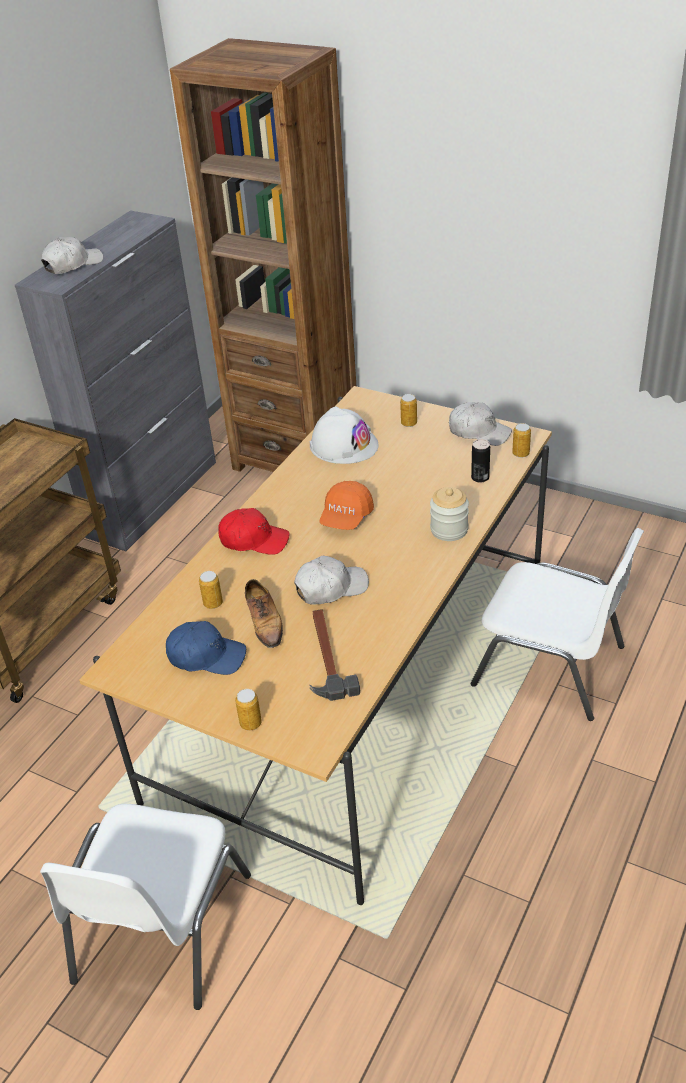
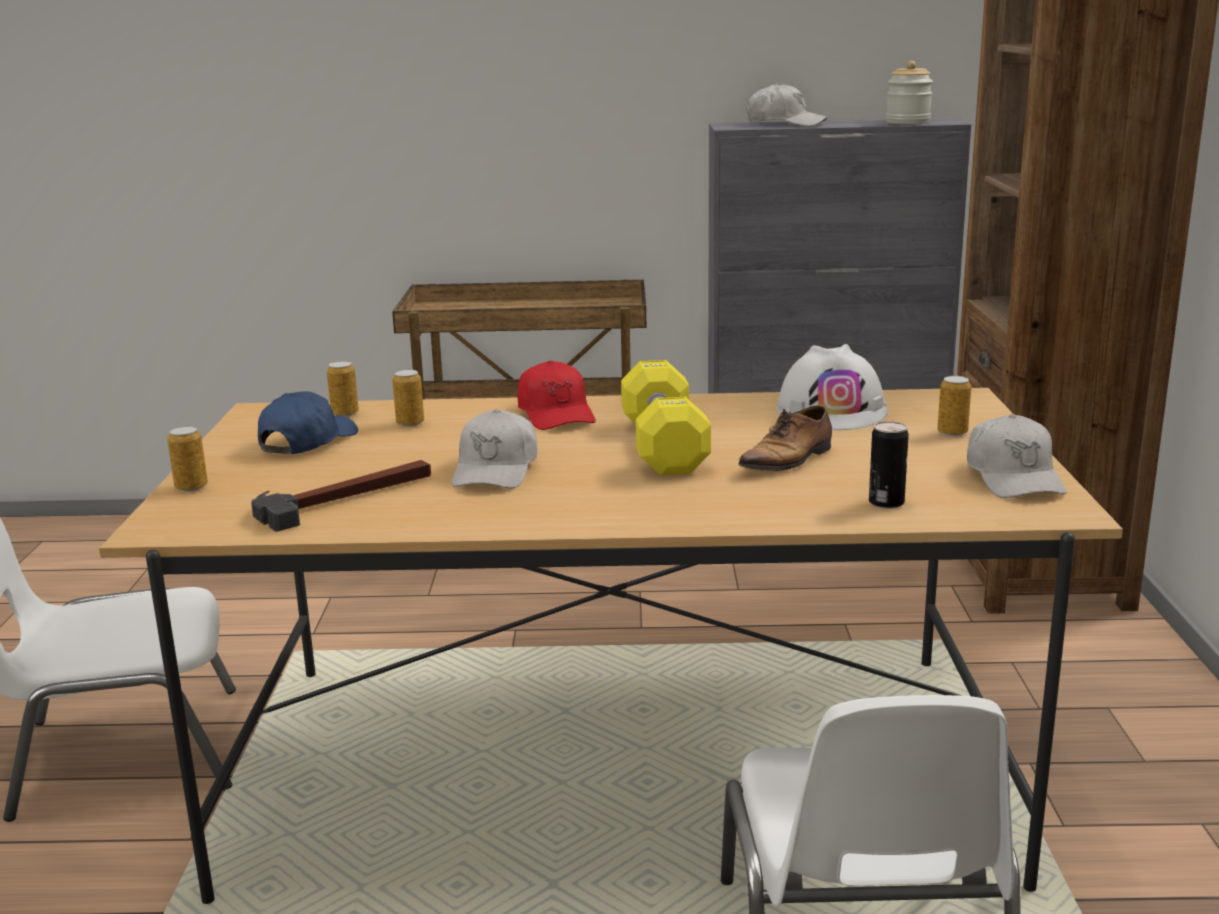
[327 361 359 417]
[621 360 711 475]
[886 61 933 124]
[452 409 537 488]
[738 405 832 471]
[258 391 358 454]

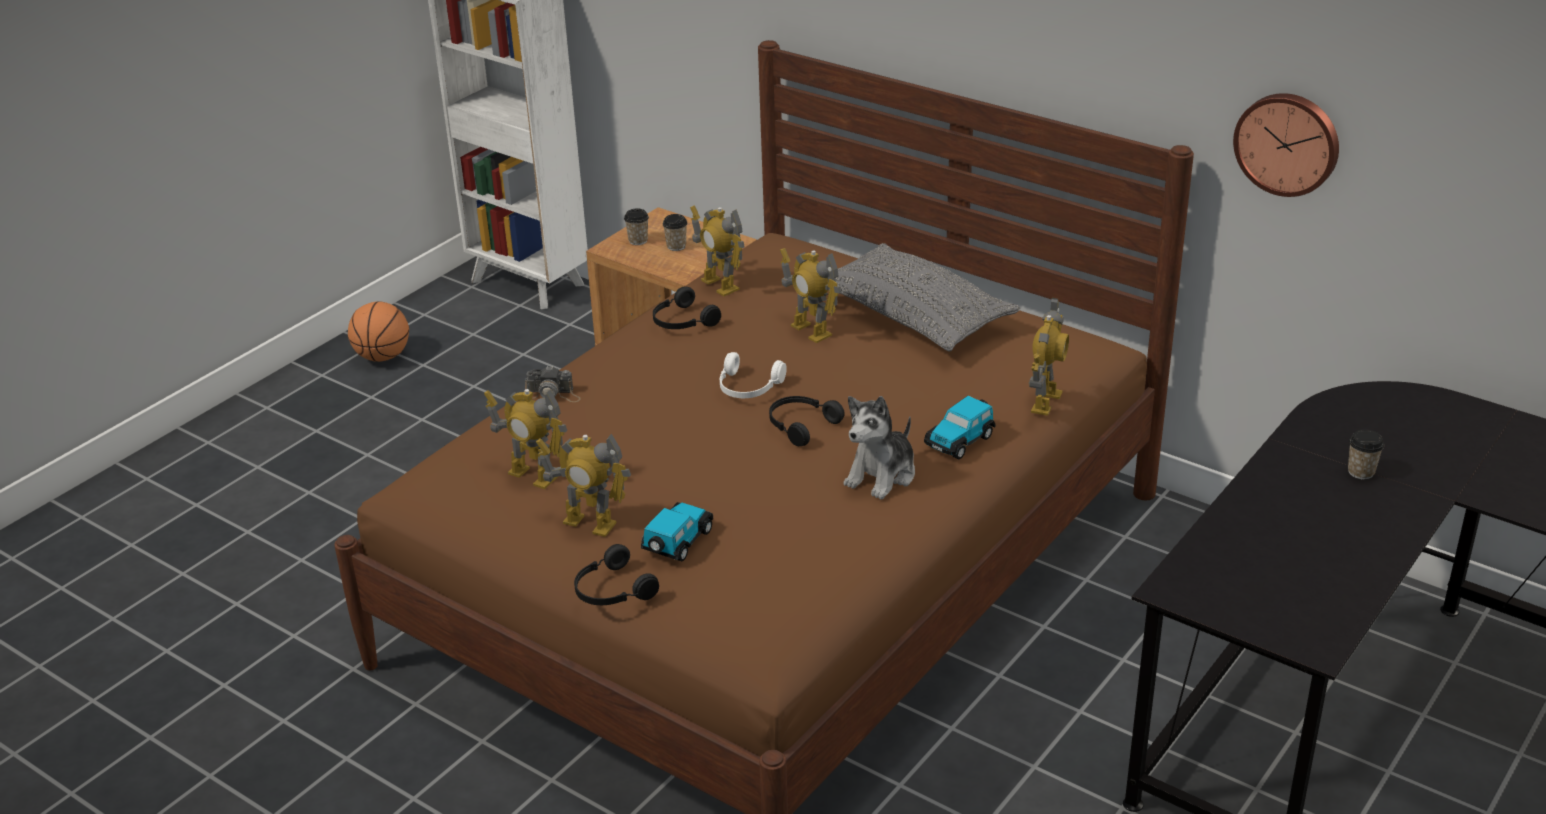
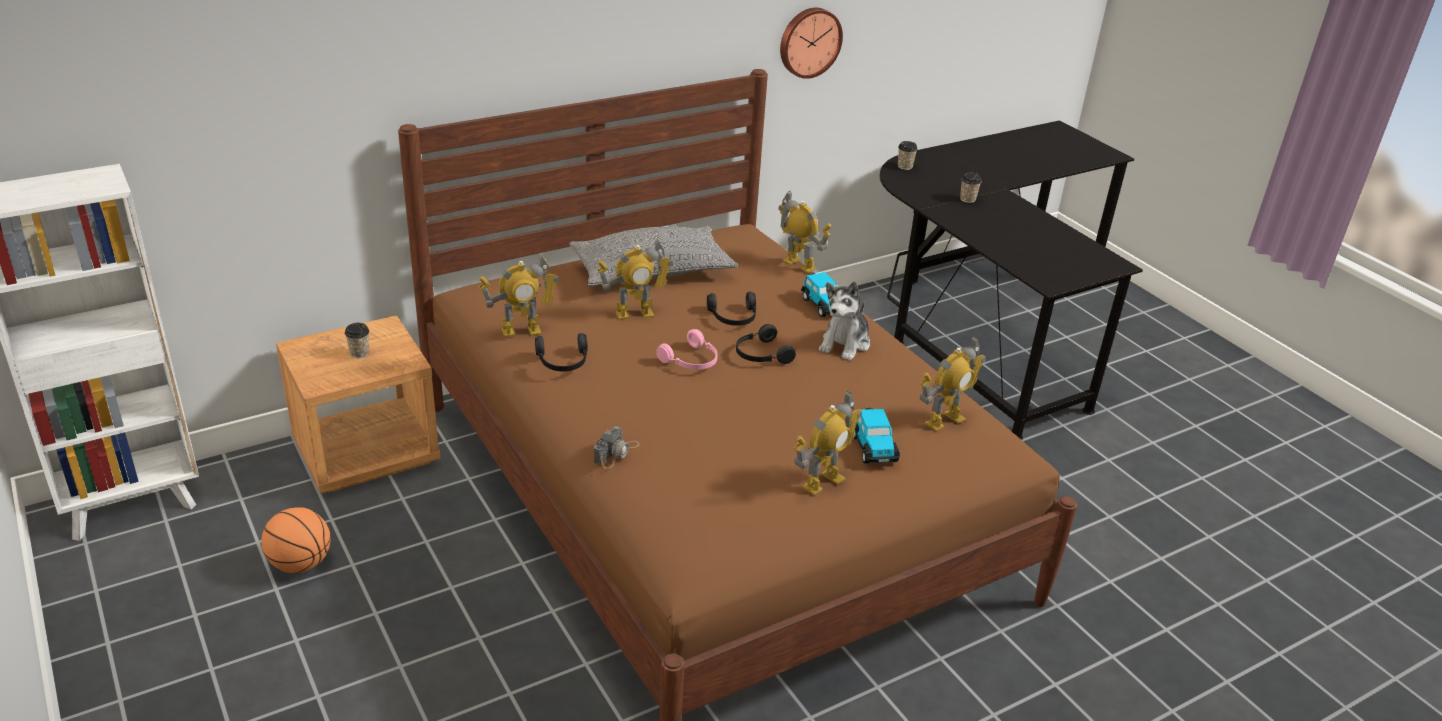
[898 141 918 170]
[261 507 331 573]
[656 329 718 370]
[920 336 986 431]
[819 281 870 361]
[854 408 900 463]
[707 291 756 326]

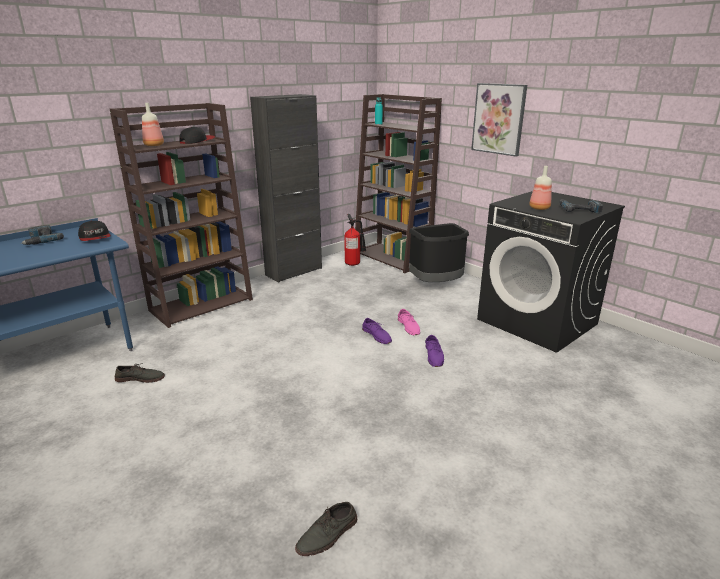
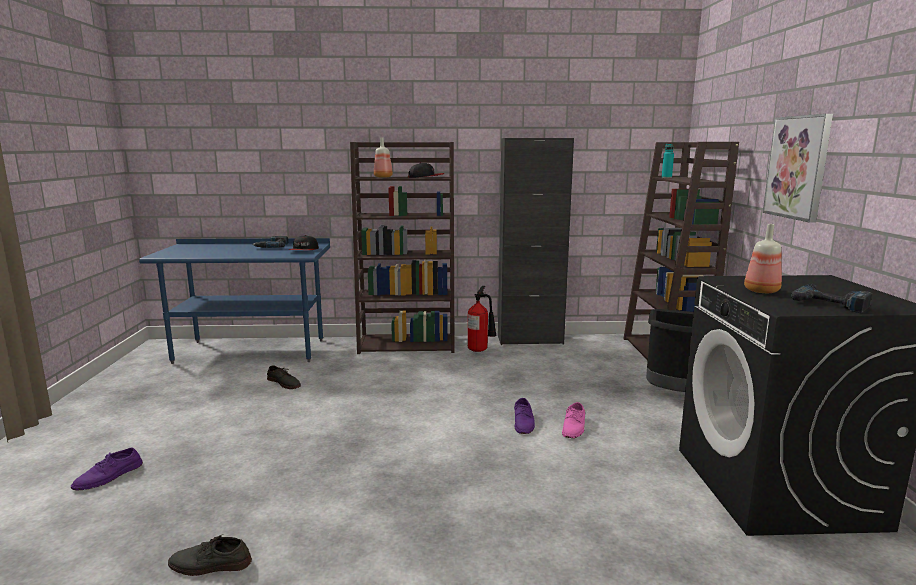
[468 286 497 352]
[71 447 143 490]

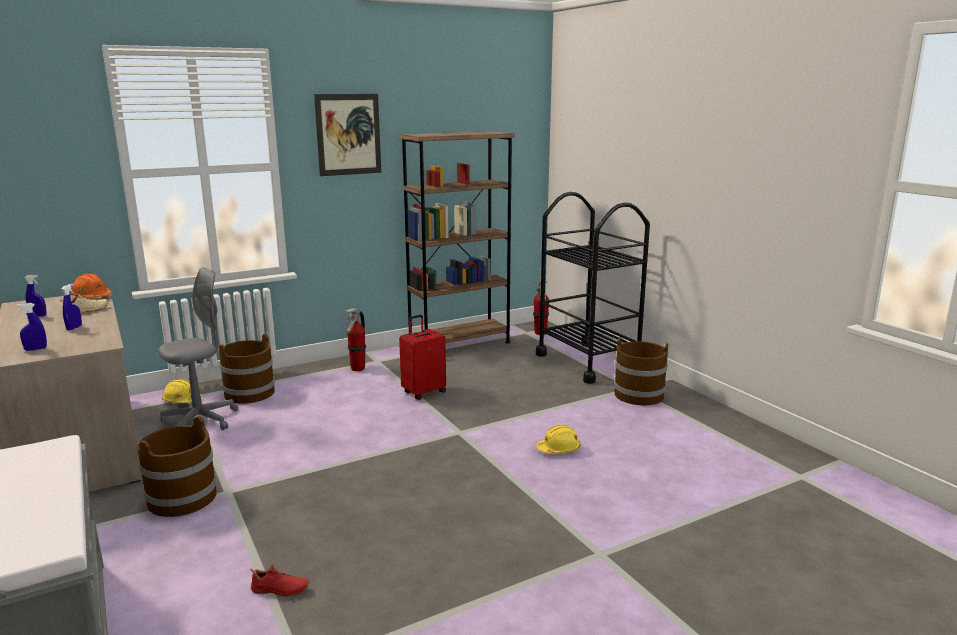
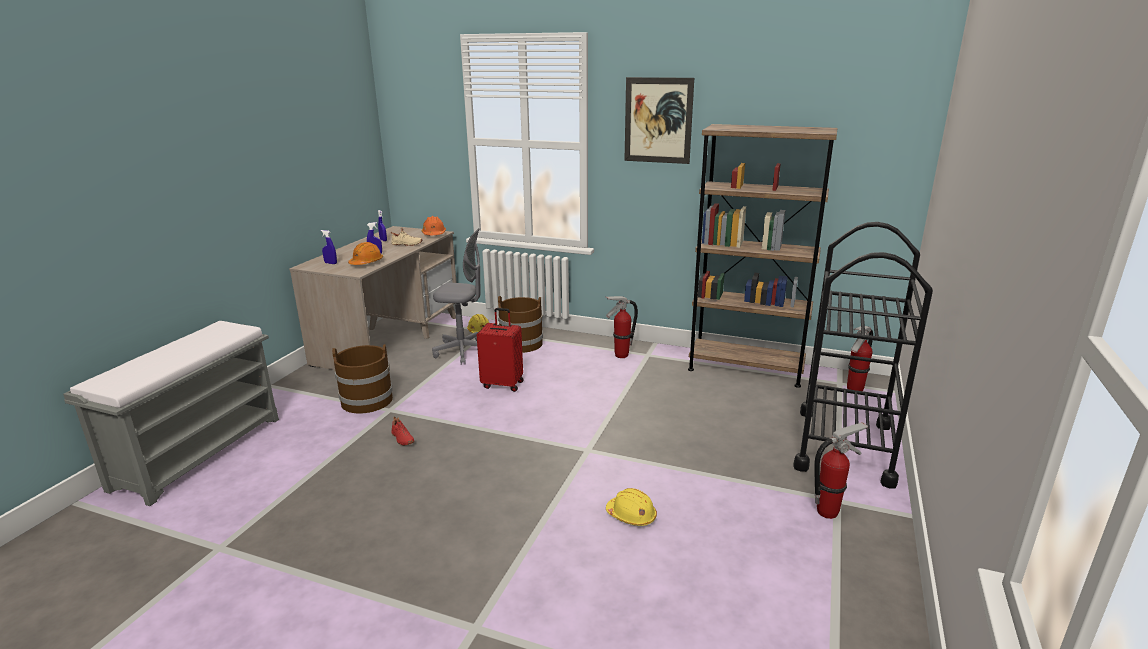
[477 308 524 392]
[814 422 868 519]
[391 416 414 446]
[348 242 383 265]

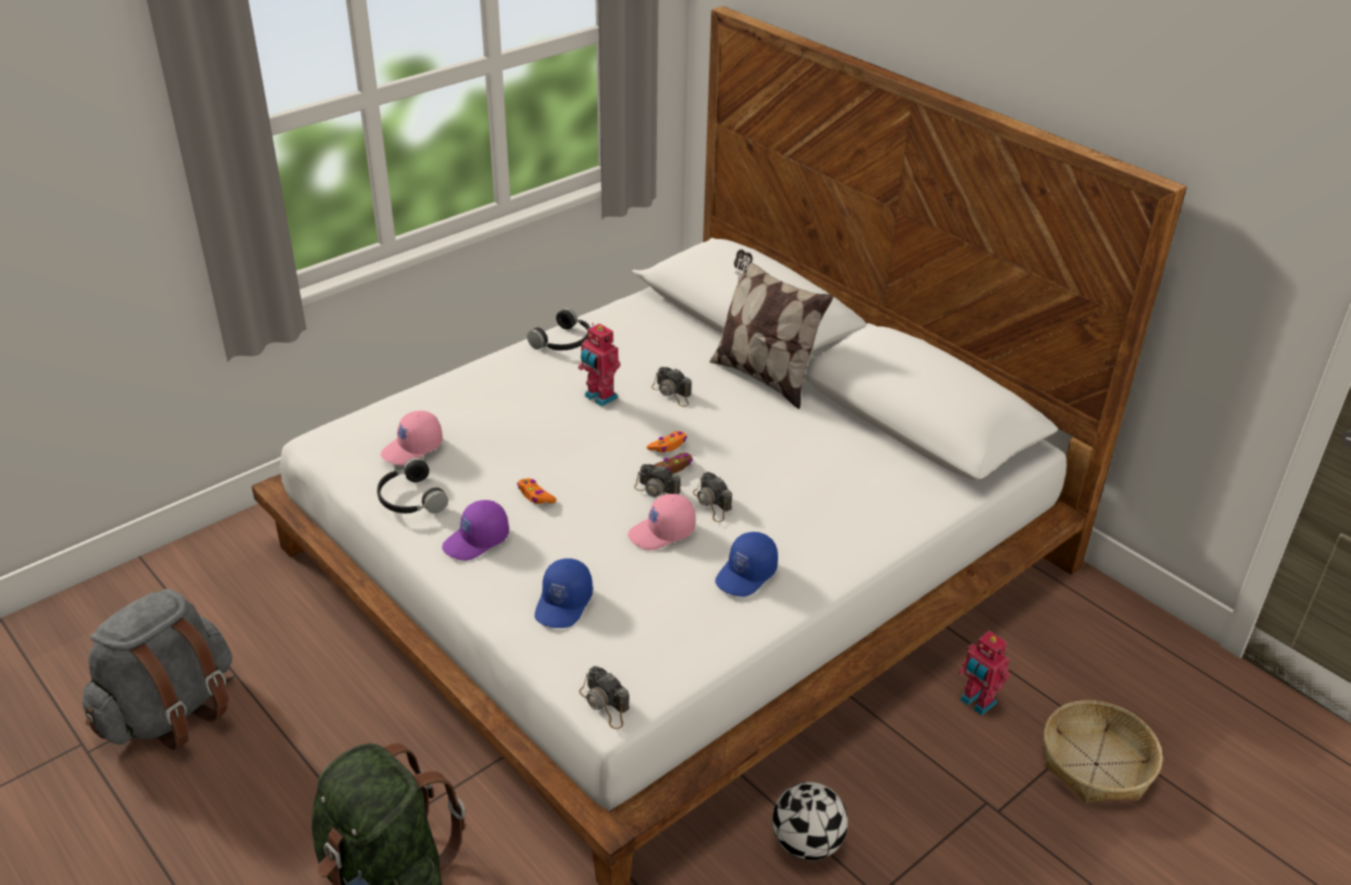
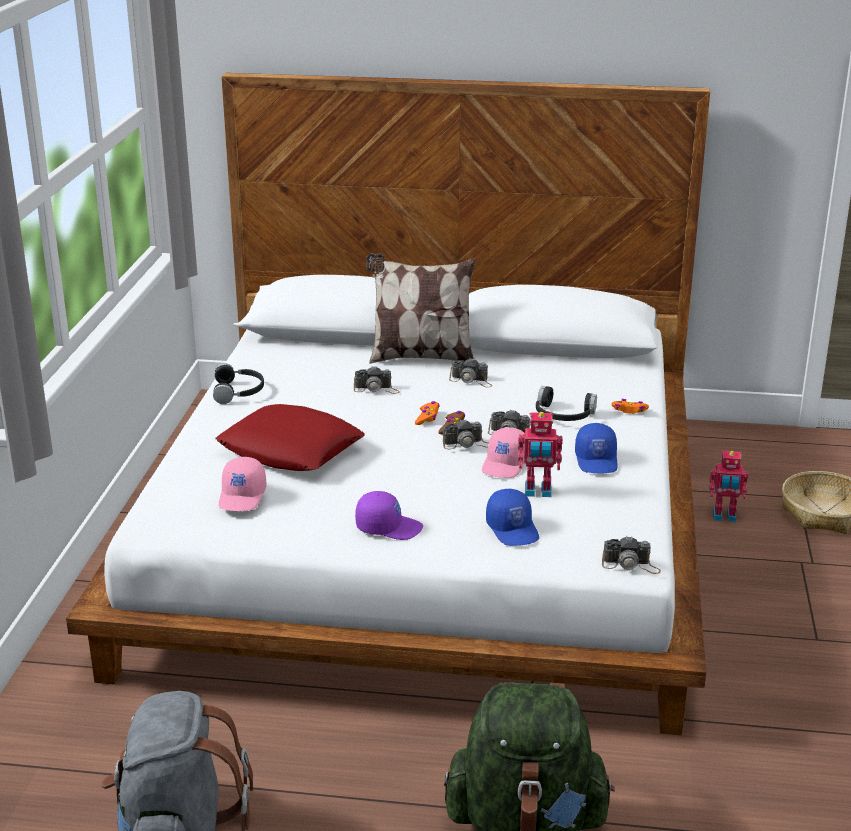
[518 412 563 497]
[536 386 597 421]
[612 399 649 414]
[355 491 423 540]
[772 782 848 861] (first image)
[449 358 492 387]
[216 404 365 471]

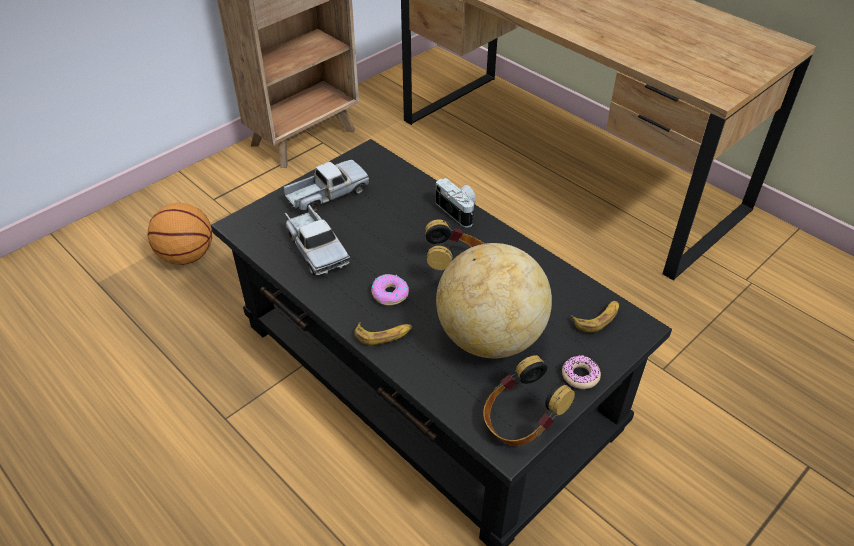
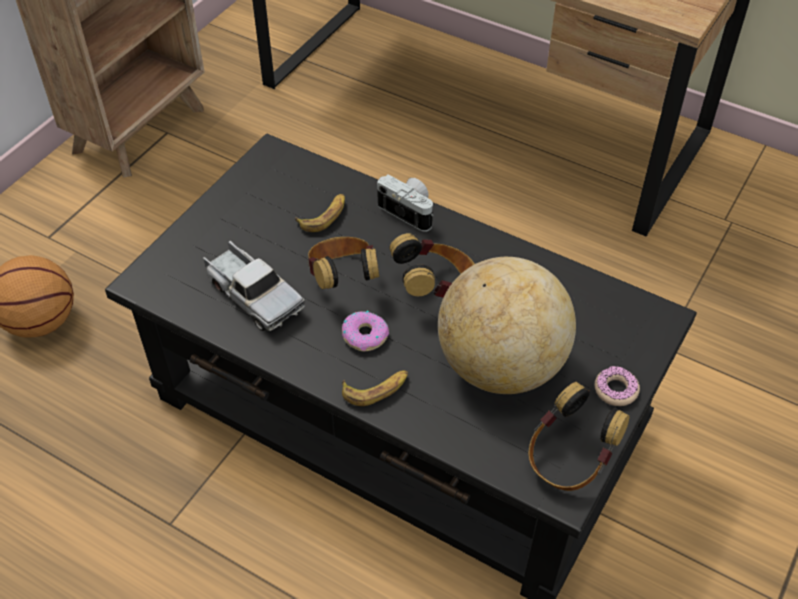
[283 160 369 212] (first image)
[295 194 345 232]
[307 237 379 289]

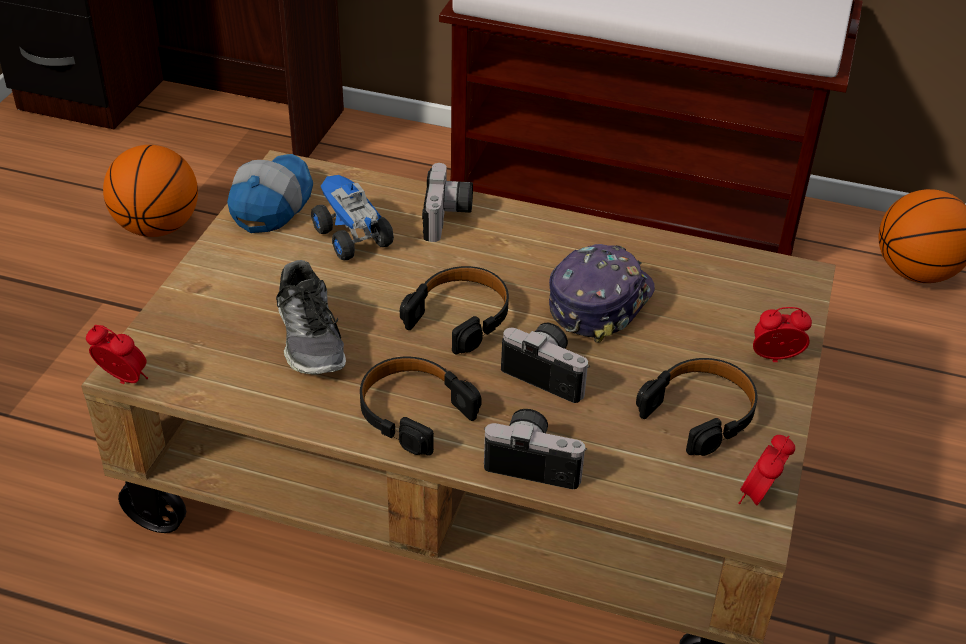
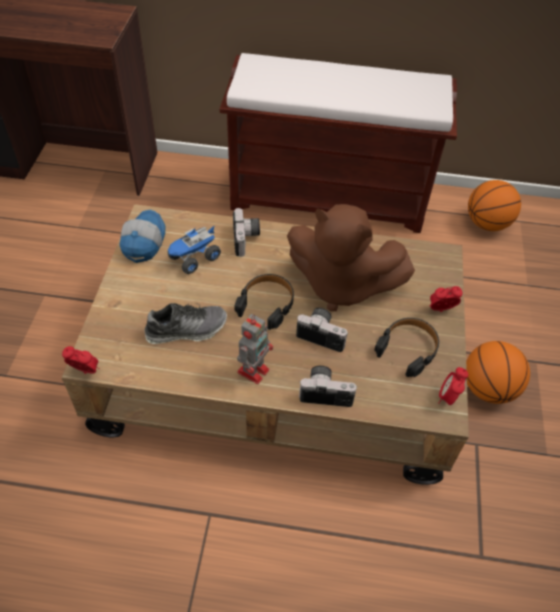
[466 341 530 404]
[168 225 221 274]
[287 204 415 311]
[145 303 227 344]
[237 314 273 384]

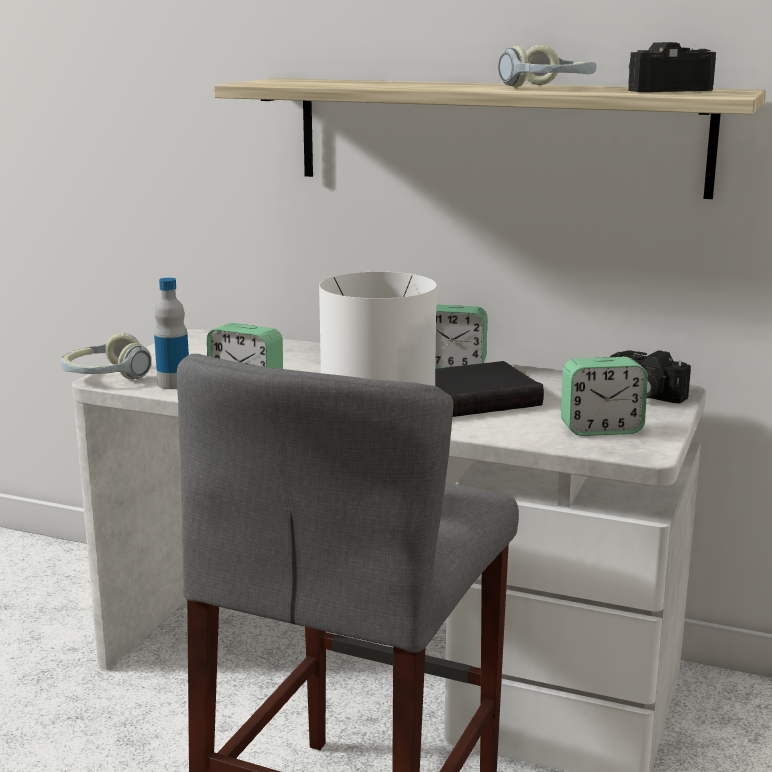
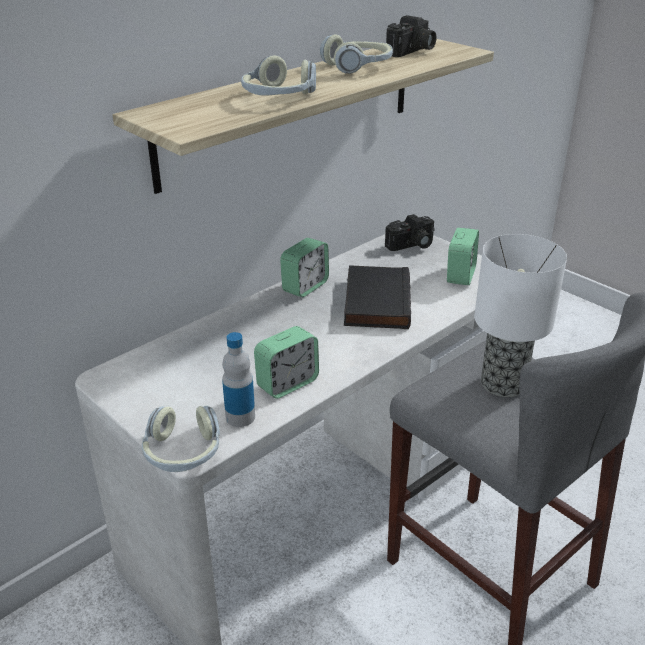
[386 15 437 57]
[241 56 316 96]

